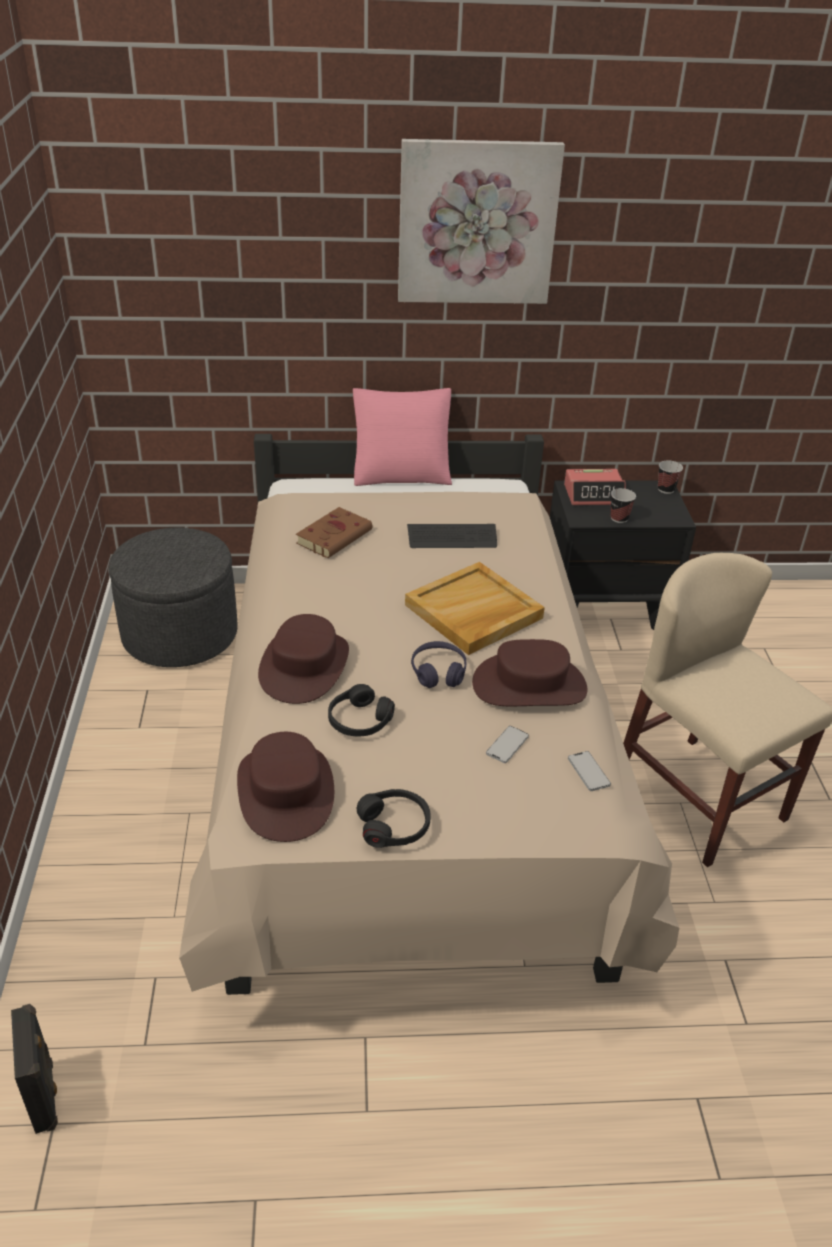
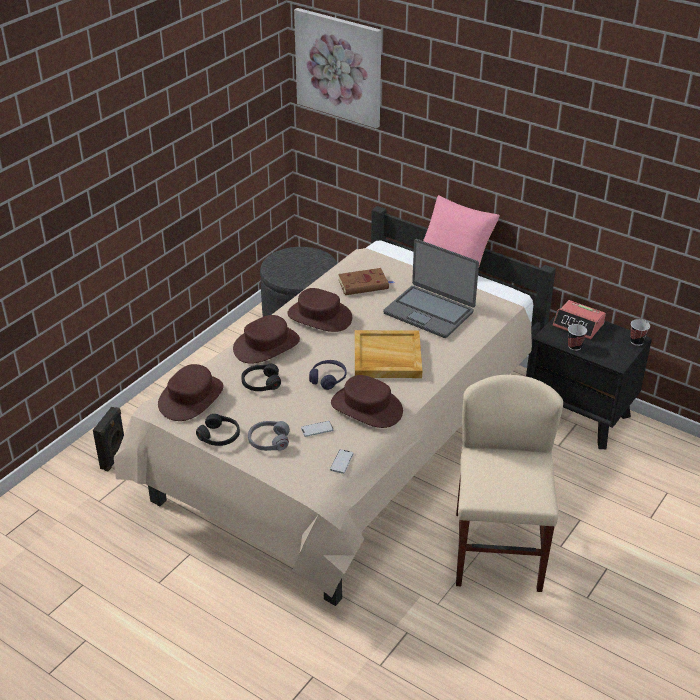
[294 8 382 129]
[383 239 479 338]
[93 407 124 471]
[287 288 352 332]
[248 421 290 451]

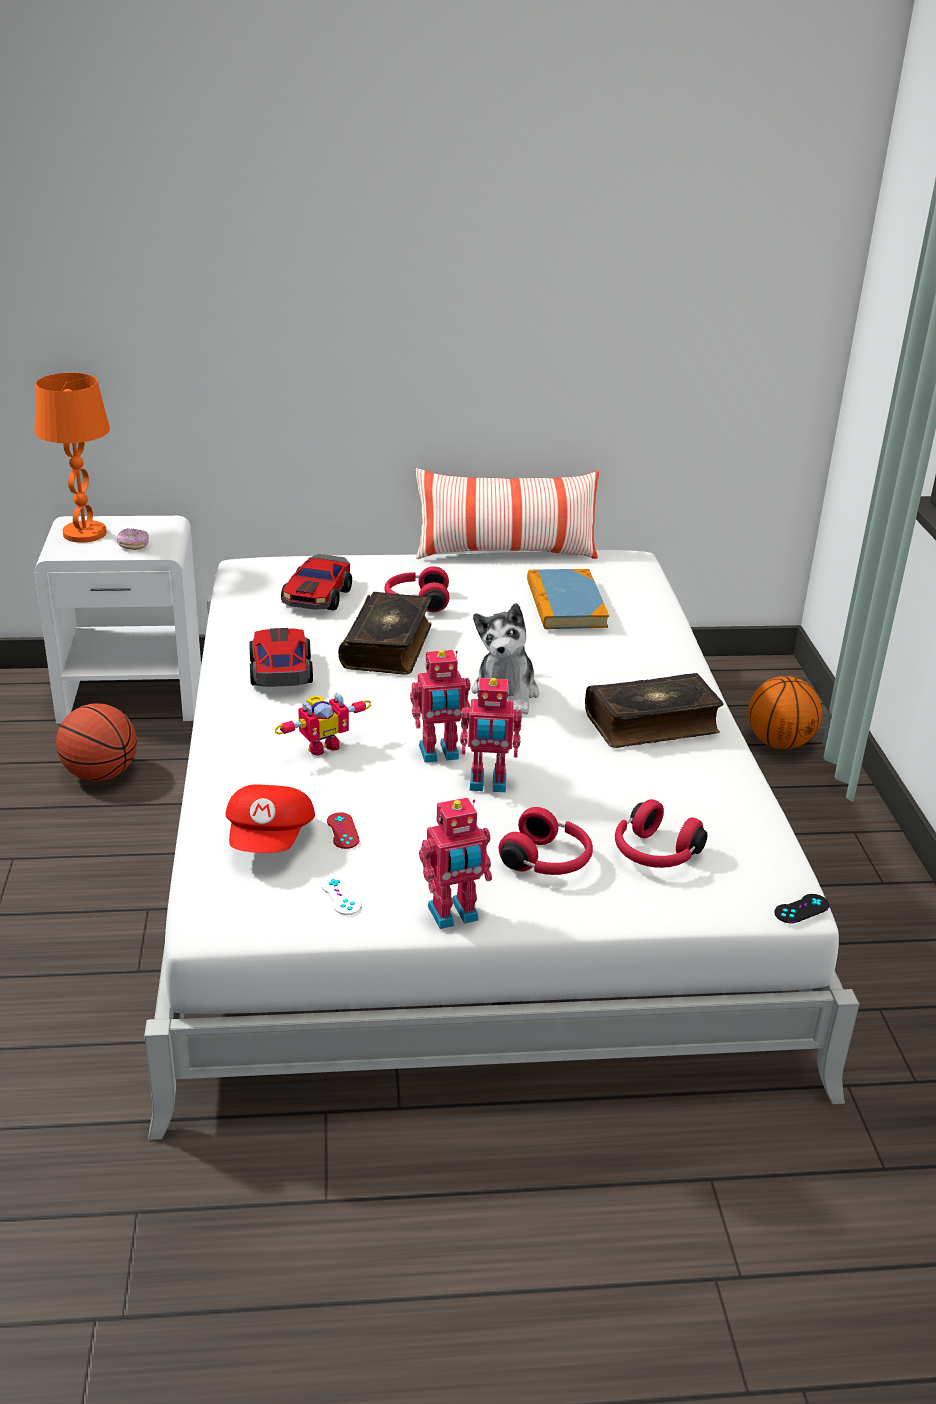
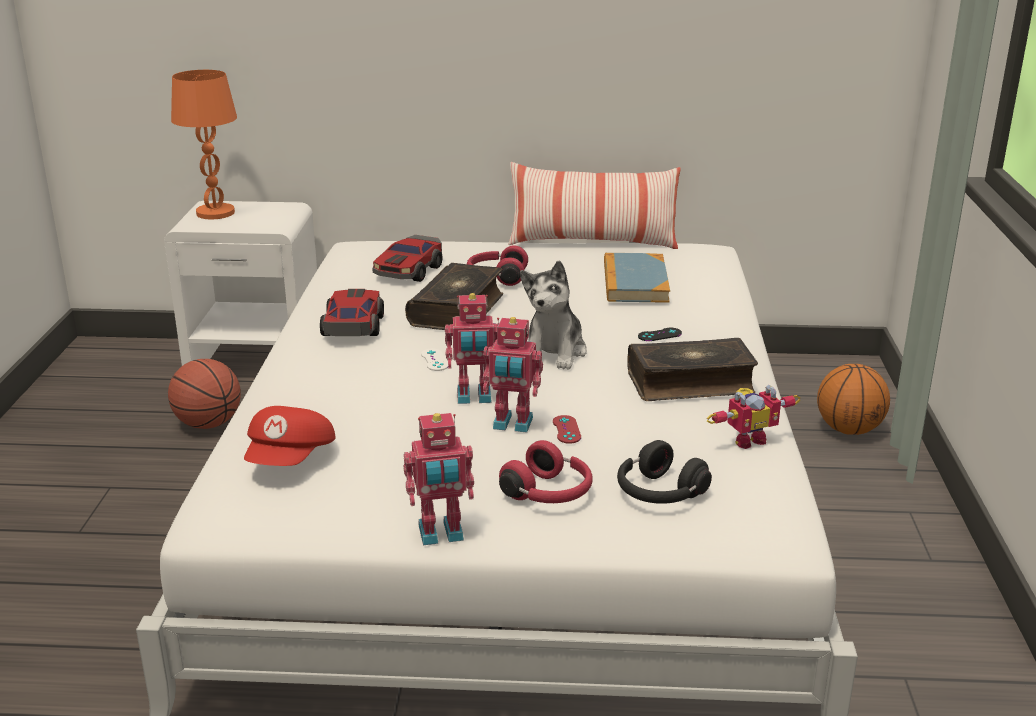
[116 528 149 550] (first image)
[707 385 800 449]
[617 440 712 504]
[553 415 581 444]
[421 349 448 371]
[638 328 682 341]

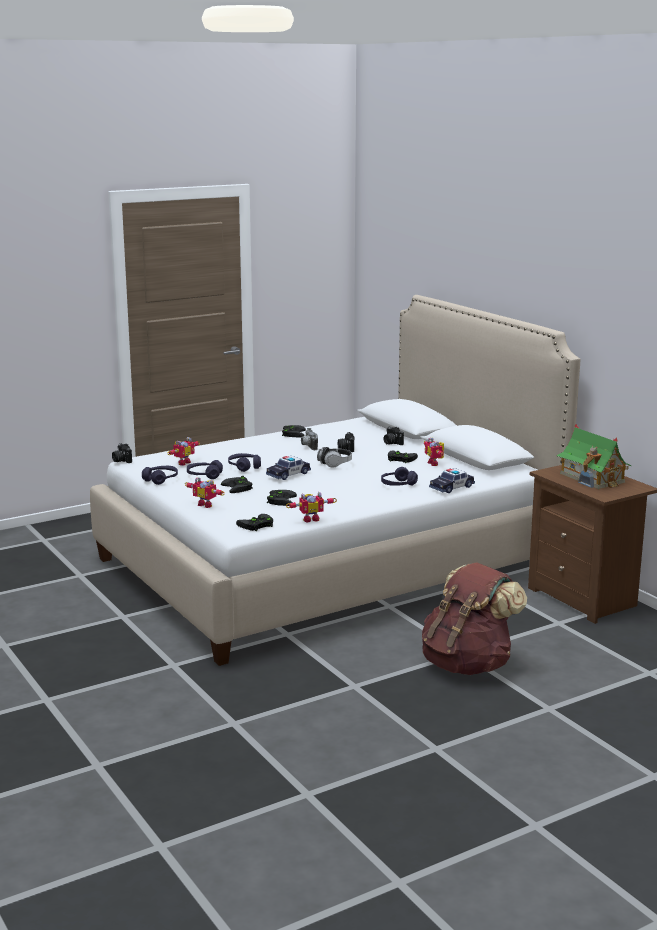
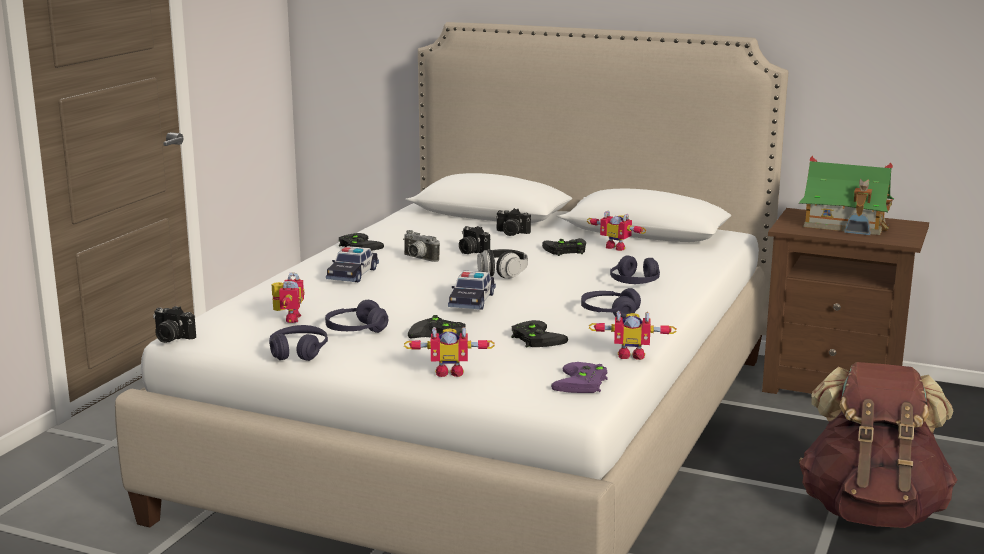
[581 288 641 319]
[326 246 379 282]
[589 311 677 360]
[551 362 608 393]

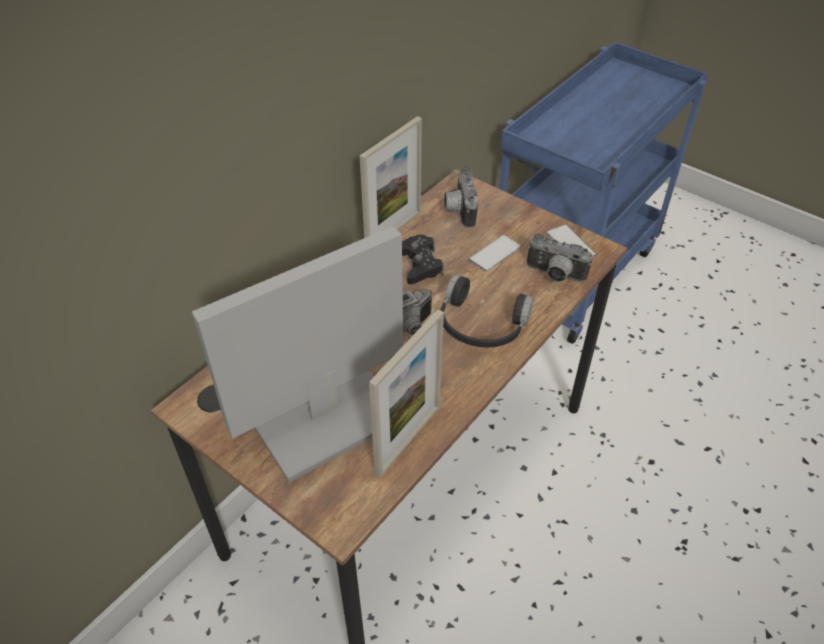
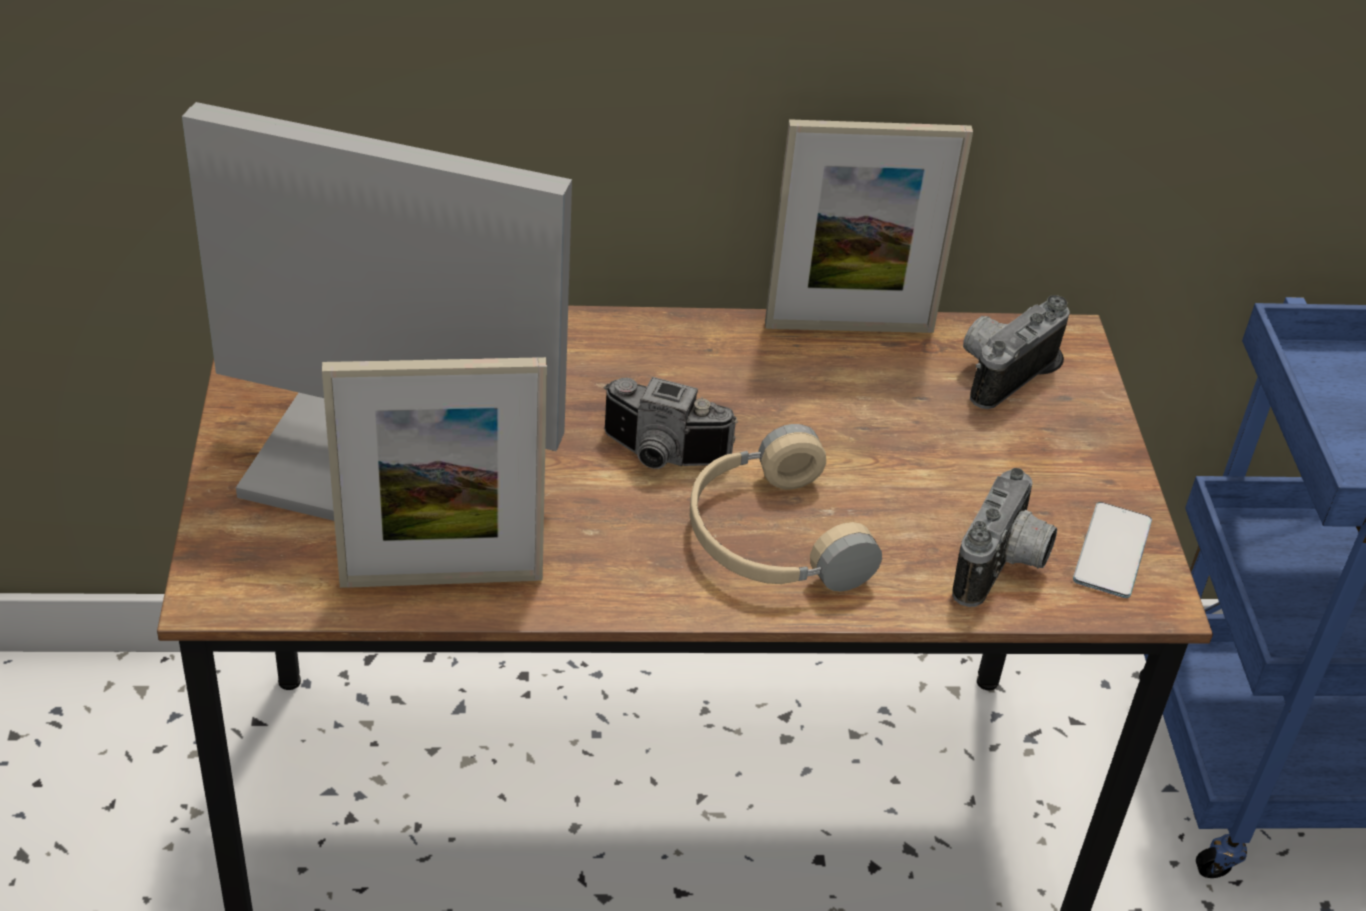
[952 468 1057 607]
[402 235 443 284] (first image)
[469 235 521 271] (first image)
[690 424 882 592]

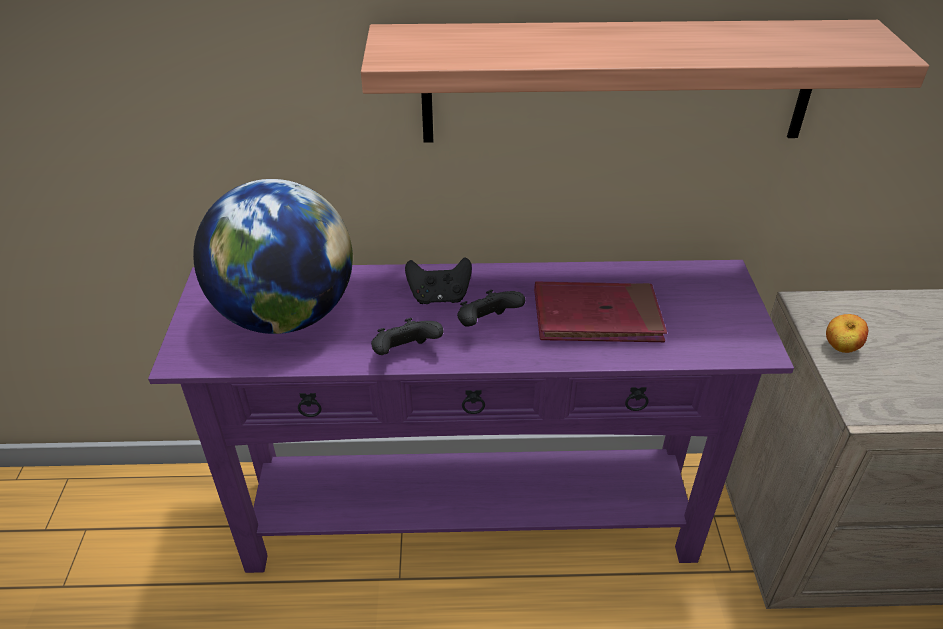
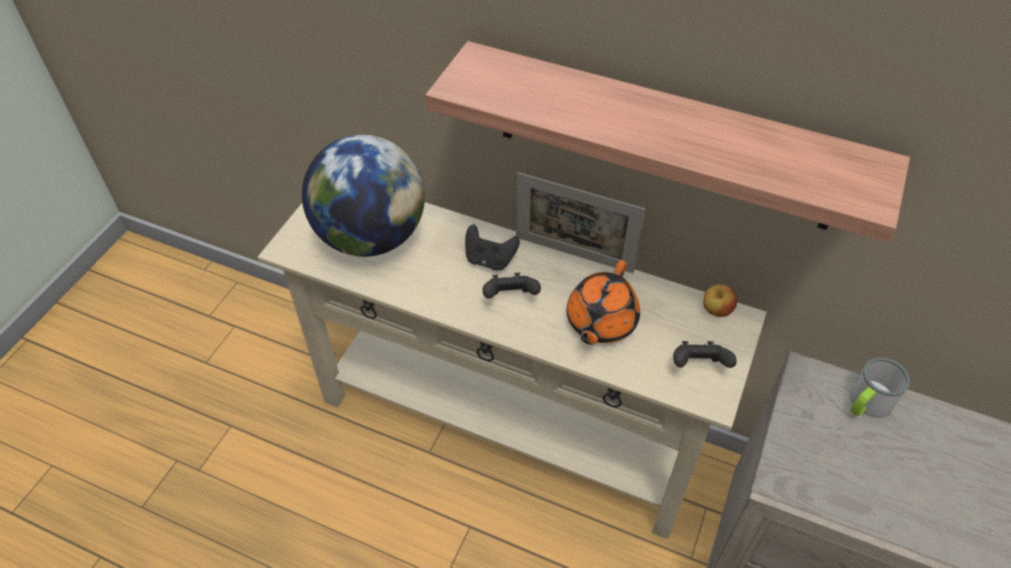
[258 202 767 539]
[567 260 640 345]
[703 284 737 317]
[673 341 737 368]
[516 172 645 273]
[850 358 910 418]

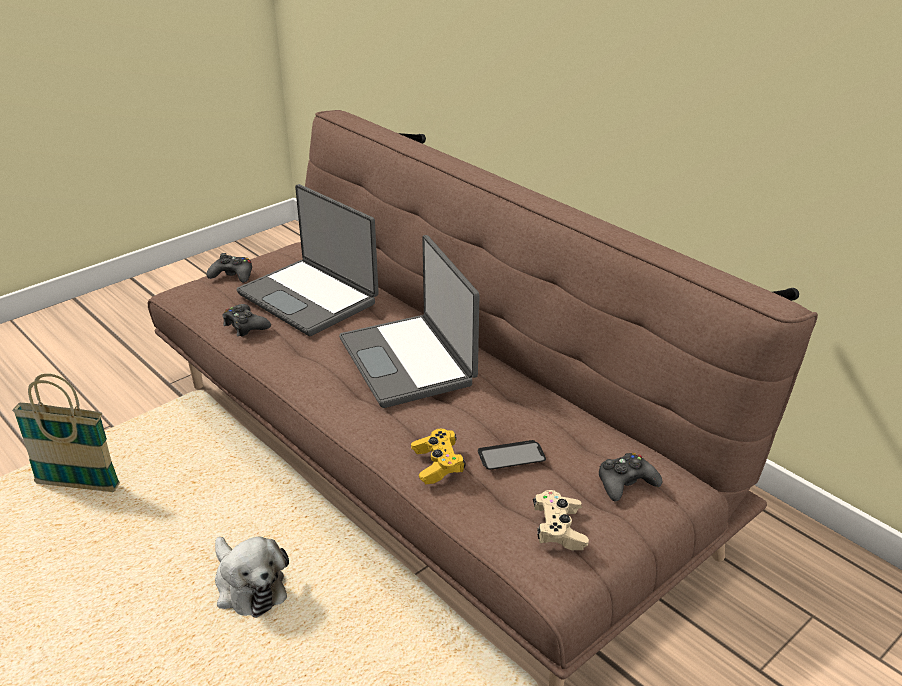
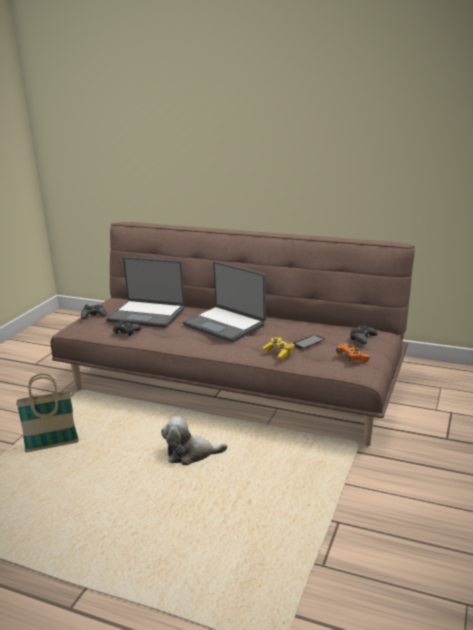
[336 343 370 363]
[161 416 227 465]

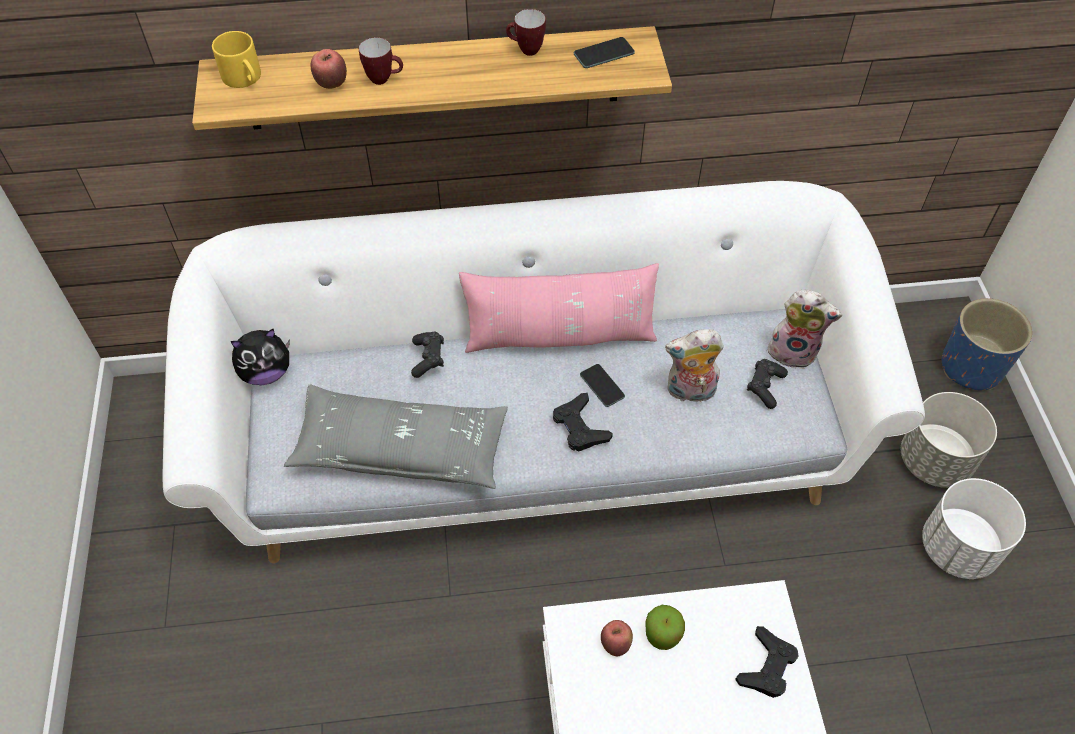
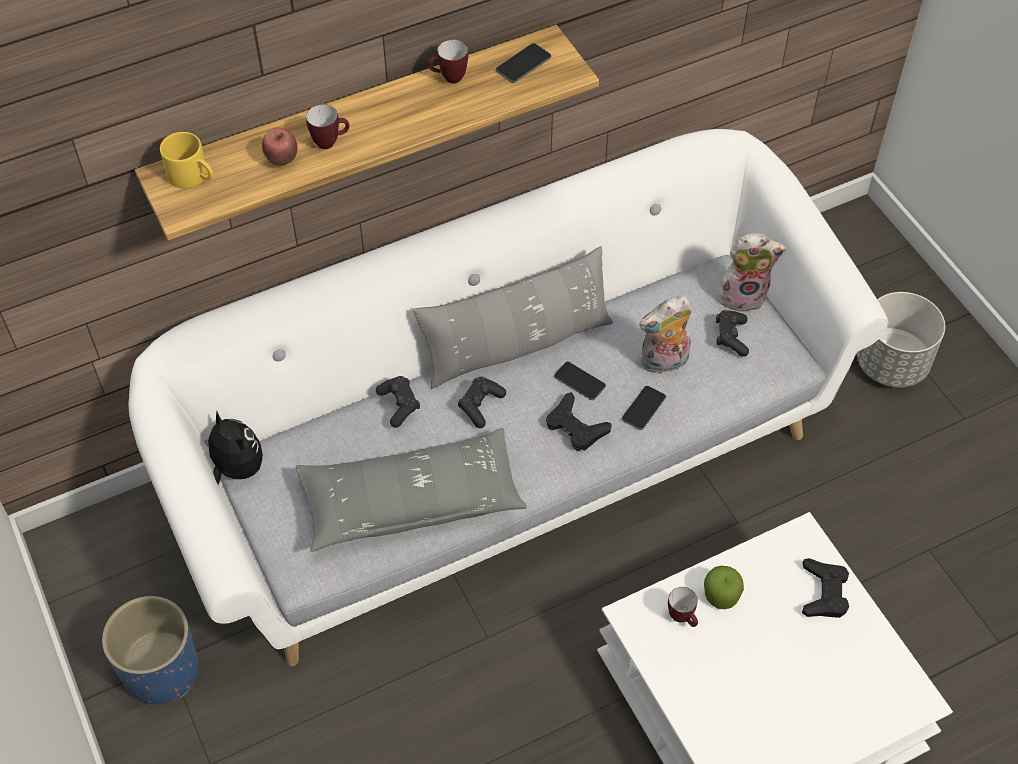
[413 246 613 389]
[102 596 199 704]
[203 412 263 485]
[922 478 1026 579] (first image)
[668 587 698 627]
[458 377 506 428]
[622 386 666 430]

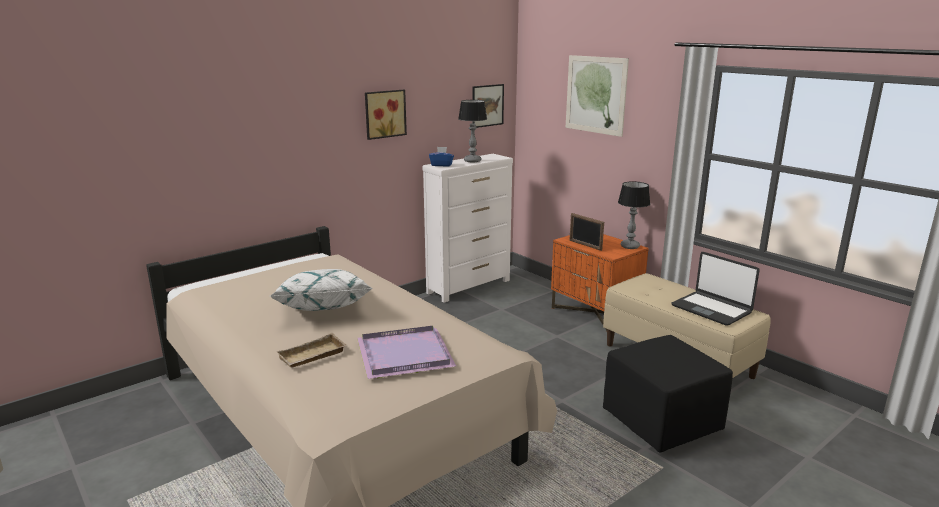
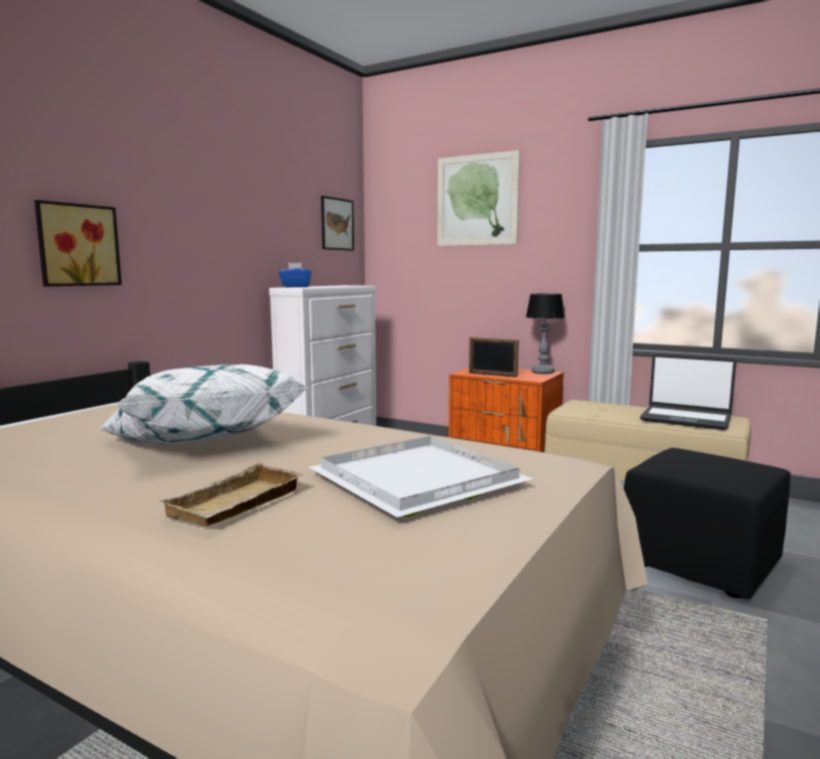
[34 200 122 286]
[458 100 487 162] (first image)
[309 436 533 517]

